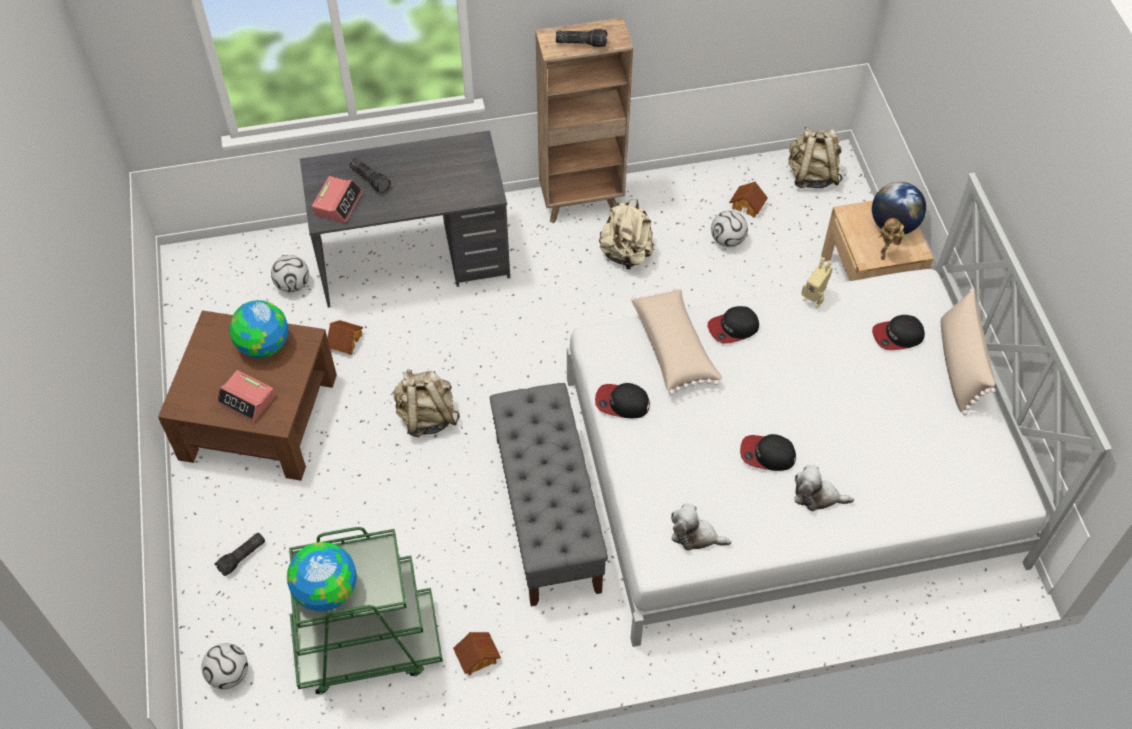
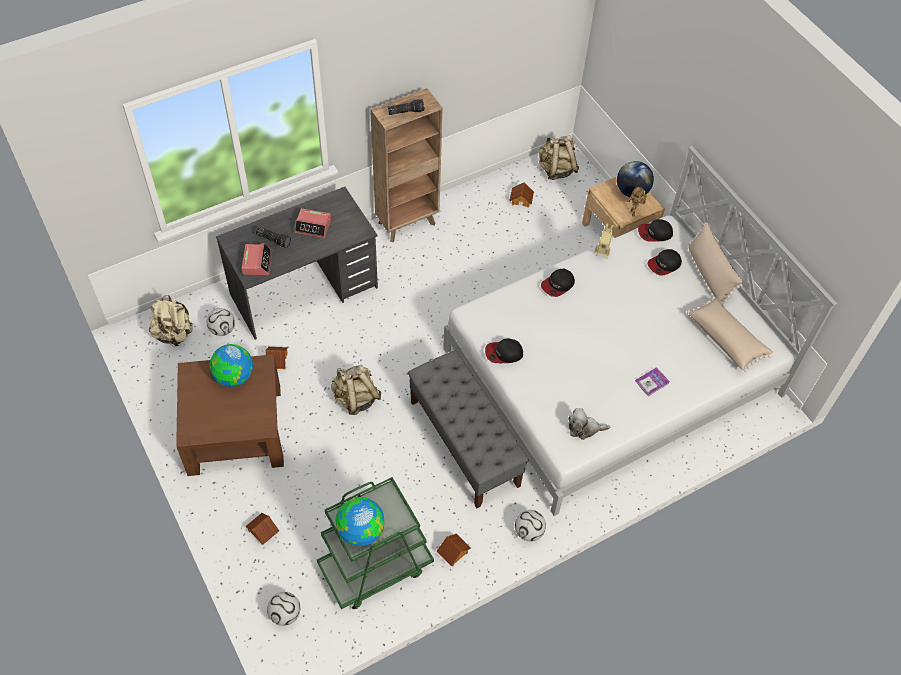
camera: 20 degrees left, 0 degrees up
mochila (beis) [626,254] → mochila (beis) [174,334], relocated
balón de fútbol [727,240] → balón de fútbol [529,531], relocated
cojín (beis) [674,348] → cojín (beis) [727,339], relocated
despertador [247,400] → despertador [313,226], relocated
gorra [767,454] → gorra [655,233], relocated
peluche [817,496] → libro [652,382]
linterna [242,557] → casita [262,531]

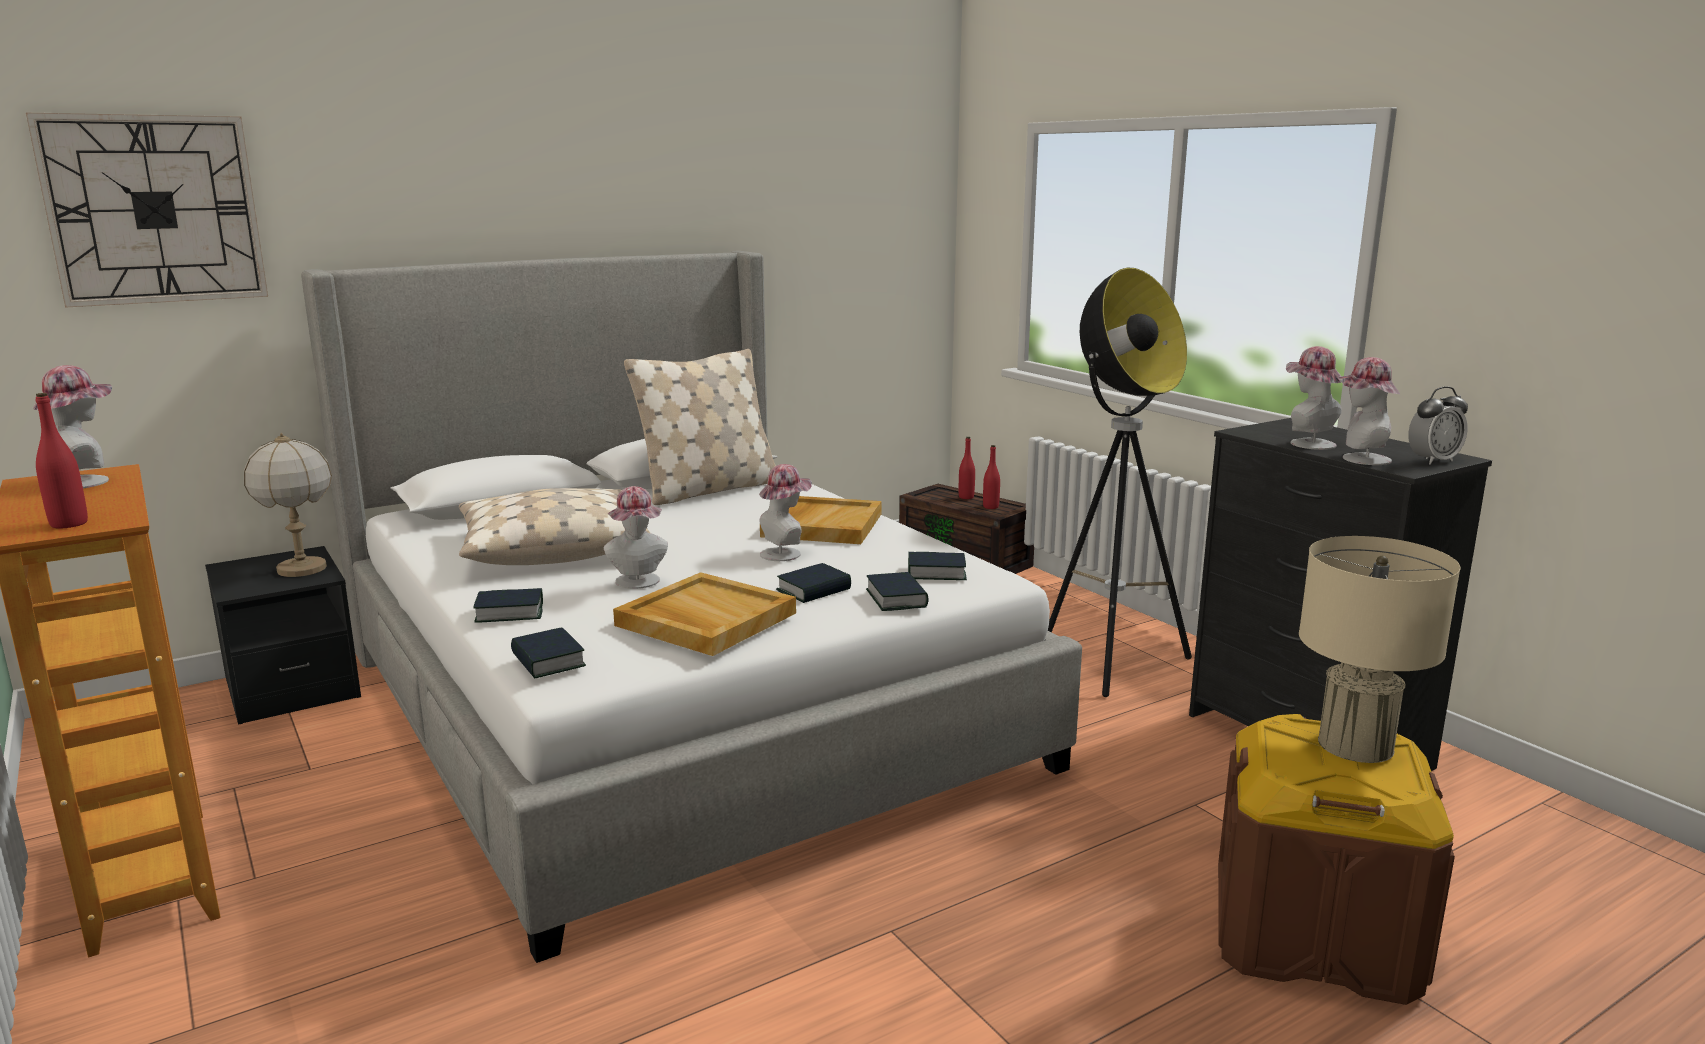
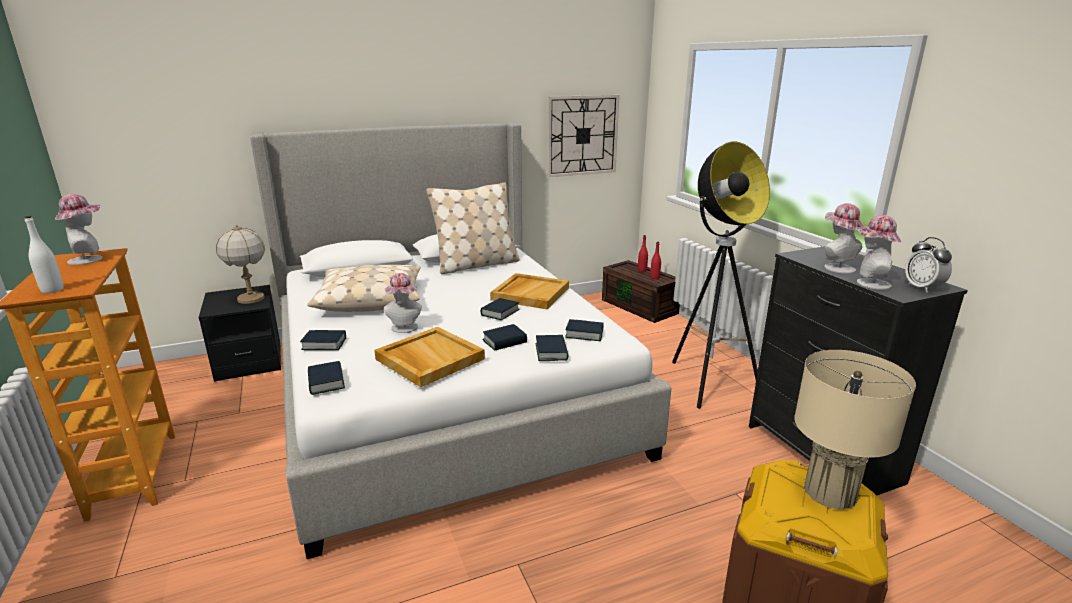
camera: 10 degrees right, 5 degrees up
reloj de pared [154,210] → reloj de pared [582,135], relocated
despertador [1433,461] → despertador [922,288], 90 degrees clockwise
botella (rojo) [69,524] → botella (blanco) [52,290]
sombrero [785,553] → libro [500,312]

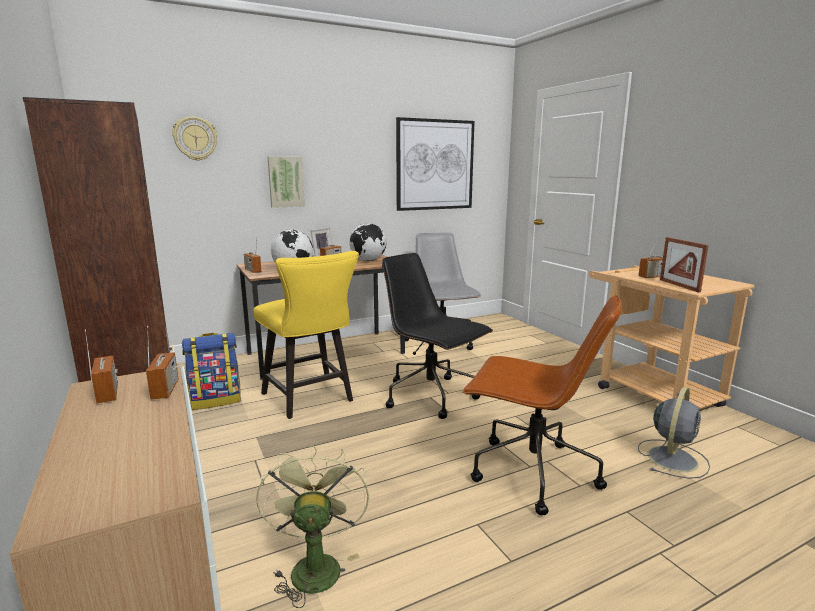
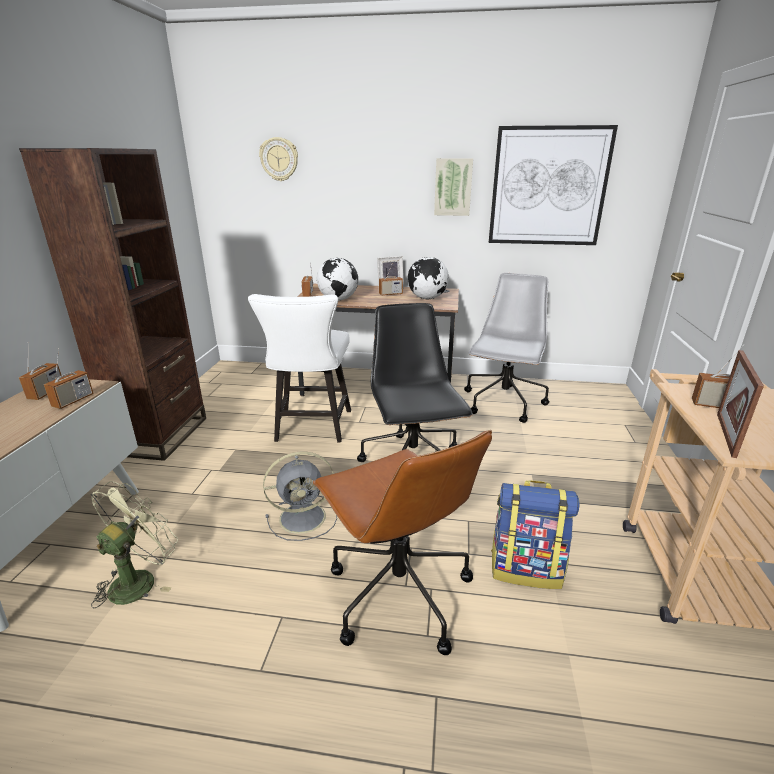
camera: 35 degrees right, 10 degrees up
cuadro [285,181] → cuadro [453,187], relocated
silla (amarillo) [311,399] → silla (blanco) [311,428]
mochila [216,400] → mochila [526,569], relocated
ventilador (gris) [672,458] → ventilador (gris) [304,517], relocated

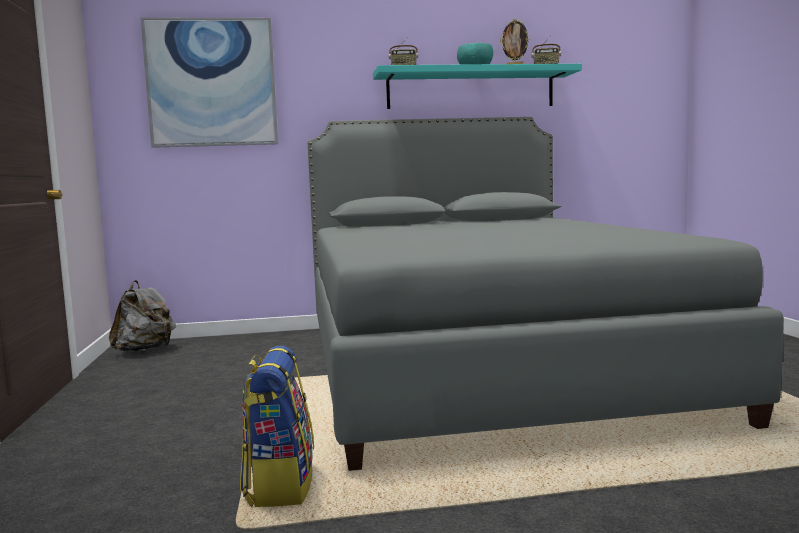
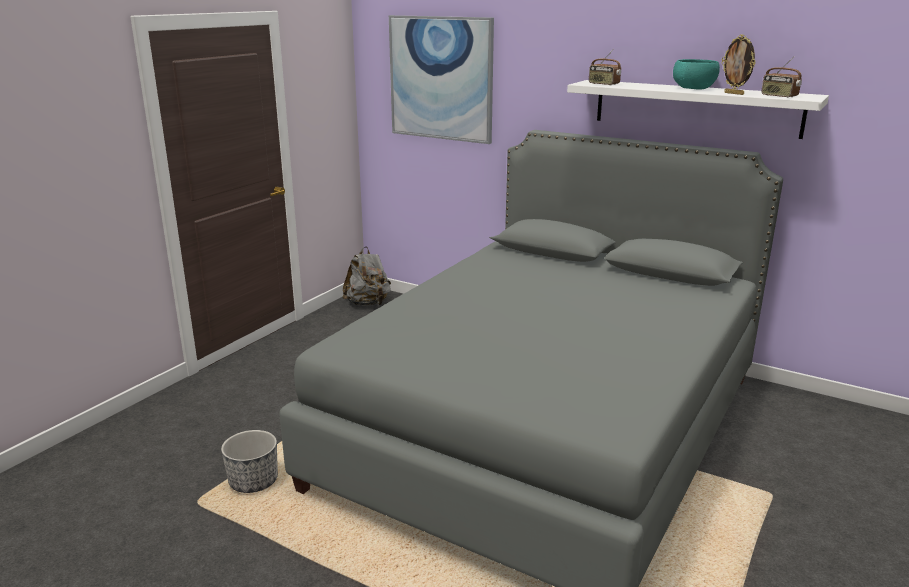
camera: 40 degrees right, 15 degrees up
estante (turquesa) [470,89] → estante (blanco) [695,108]
mochila [279,486] → maceta [253,481]

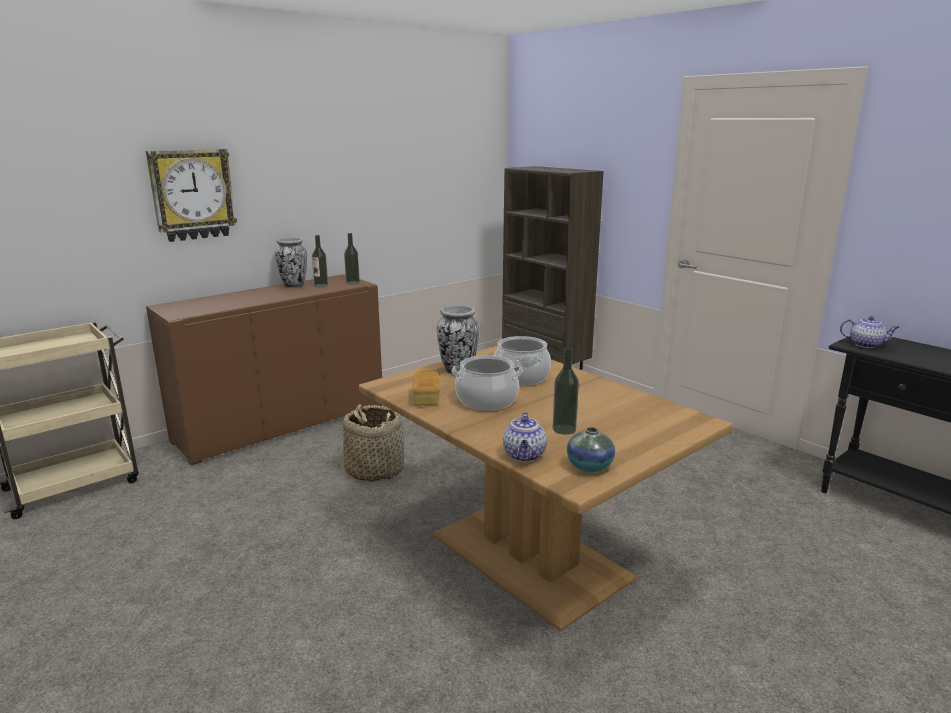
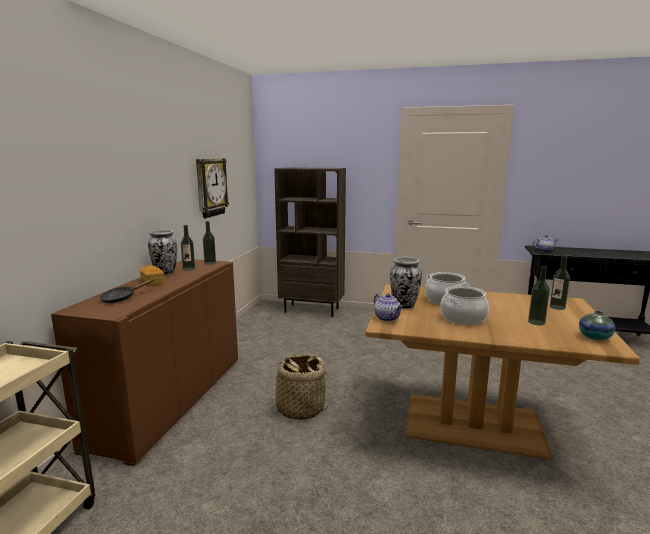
camera: 35 degrees left, 5 degrees down
reloj de pared [192,194] → reloj de pared [210,187], relocated
pan [426,398] → pan [152,282], relocated
tetera [525,455] → tetera [387,318], relocated
- → botella [557,307]
- → sartén (negro) [122,298]

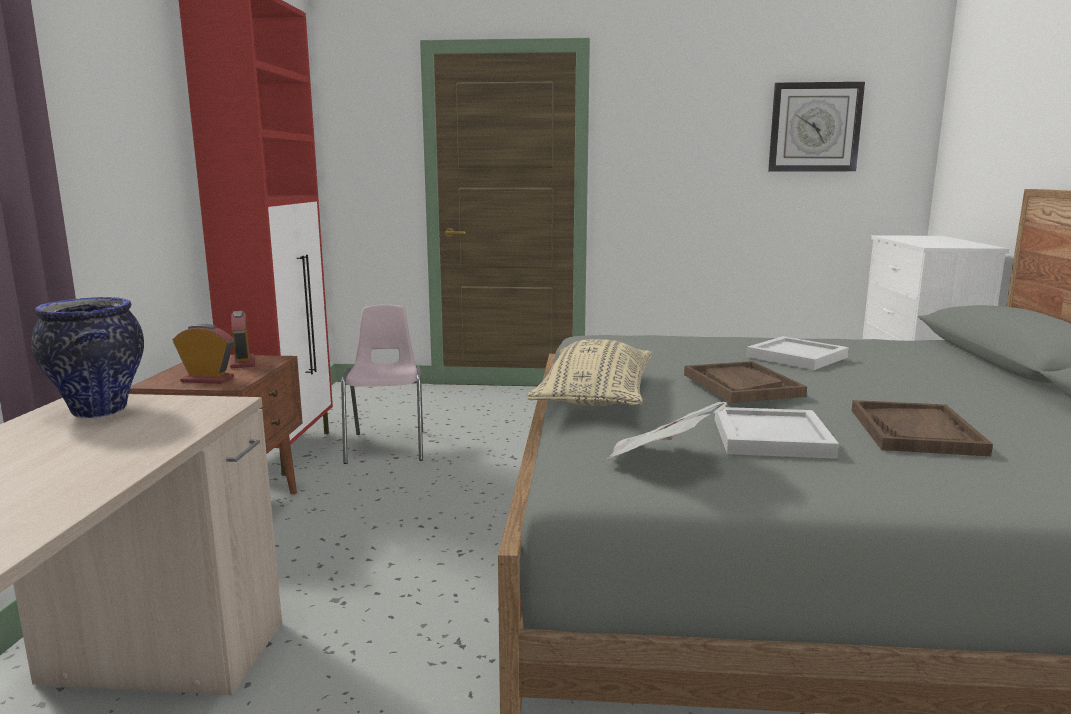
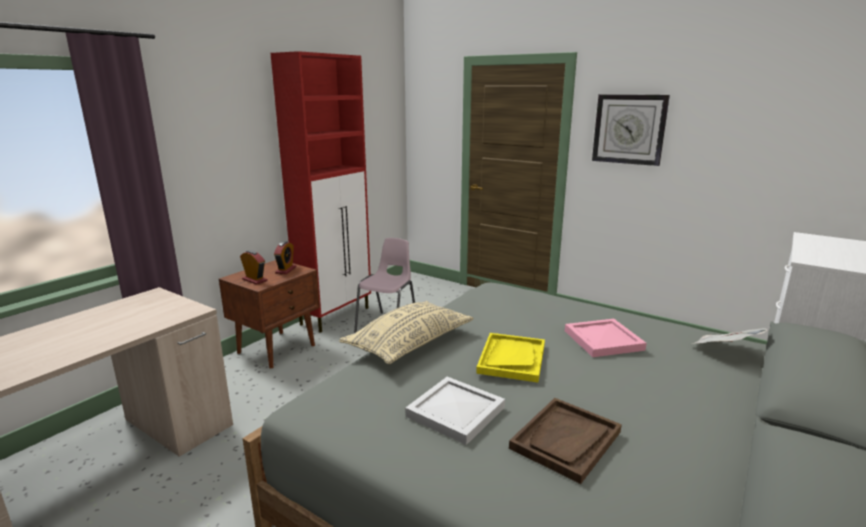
camera: 30 degrees right, 5 degrees up
reloj de pared [814,127] → reloj de pared [629,129], relocated
florero [100,411] → -
bandeja (blanco) [798,357] → bandeja (rosa) [604,340]
bandeja (marrón) [741,385] → bandeja (amarillo) [511,358]
periódico [661,460] → periódico [724,351], relocated

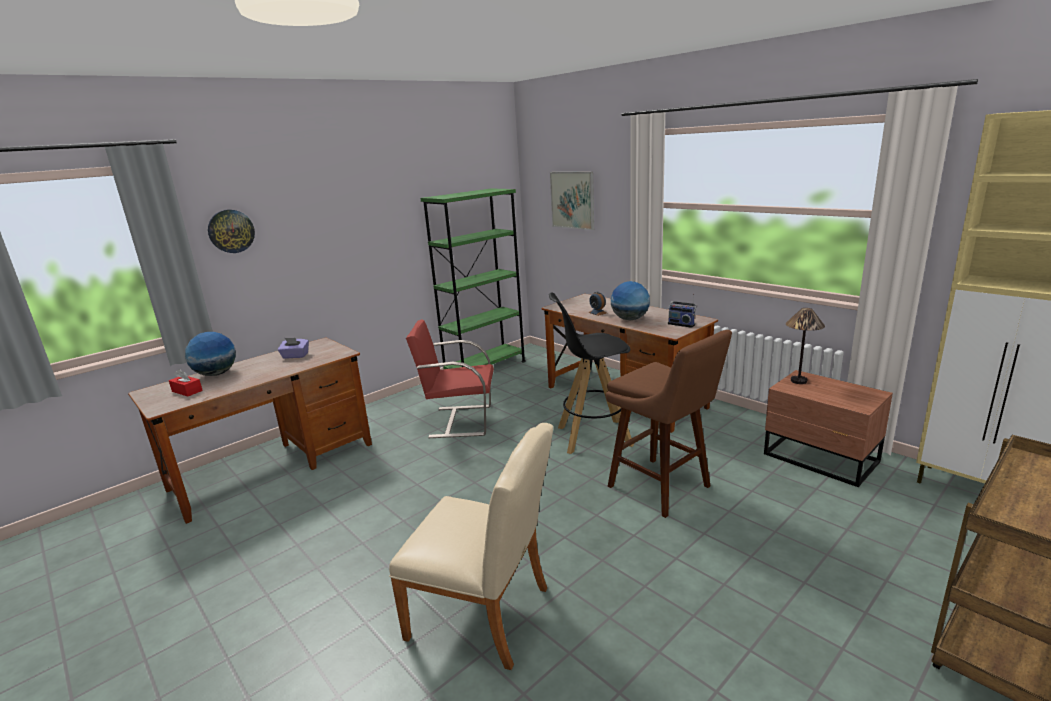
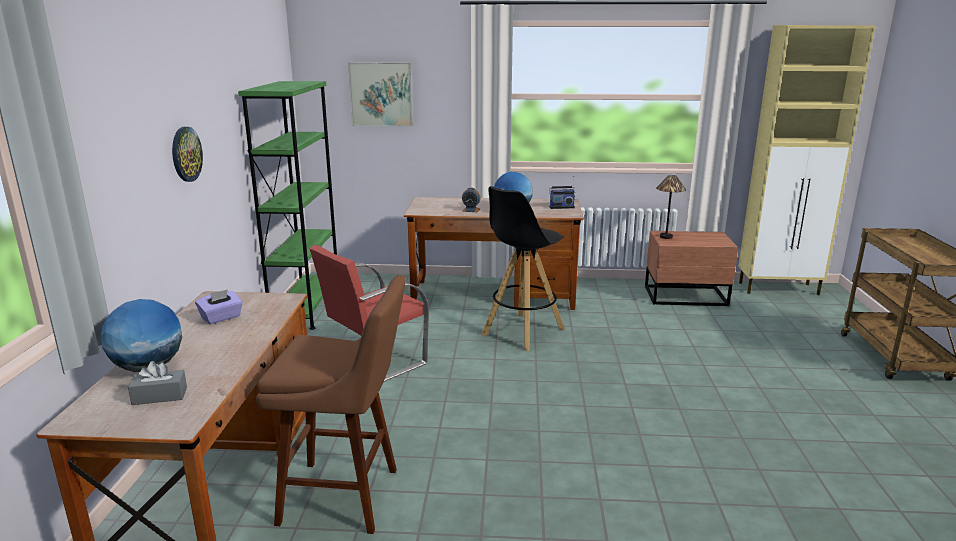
camera: 45 degrees left, 0 degrees up
reloj de pared [231,231] → reloj de pared [186,154], relocated
taburete (marrón) [664,489] → taburete (marrón) [347,497], relocated
caja de pañuelos (rojo) [187,391] → caja de pañuelos (gris) [160,396]
silla (beis) [487,615] → -

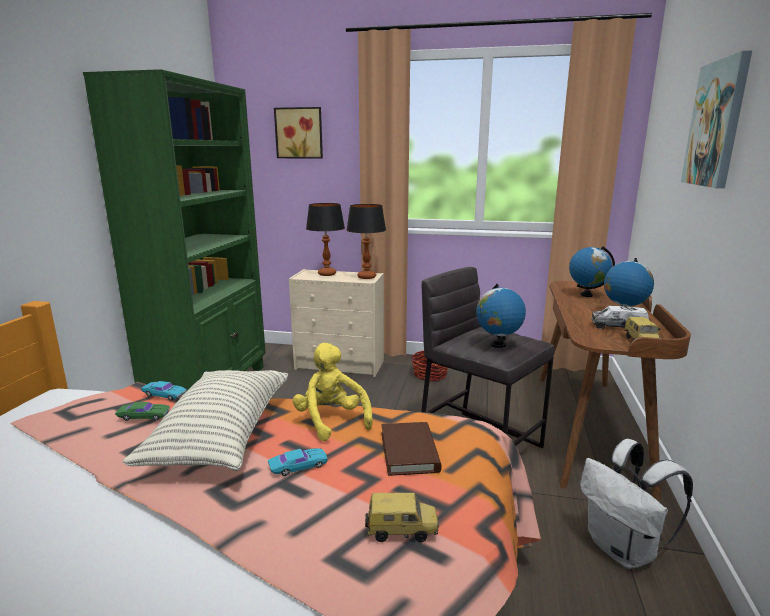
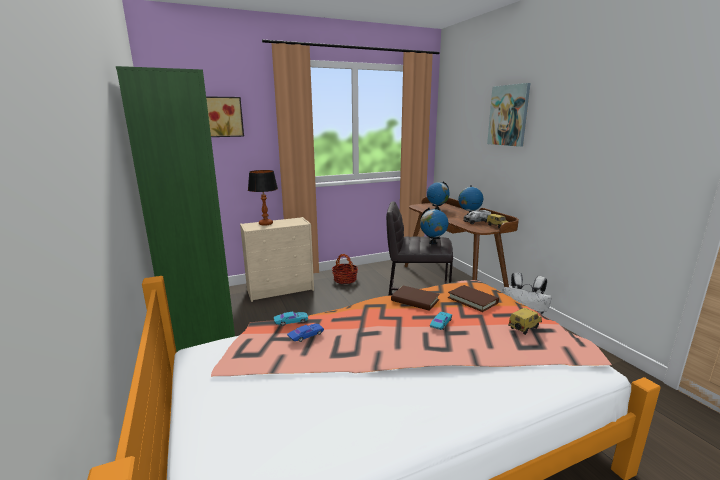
camera: 35 degrees left, 0 degrees up
lámpara de mesa [366,277] → -
peluche (amarillo) [331,420] → libro (marrón) [415,300]
cojín [221,436] → -
coche de juguete (verde) [143,415] → coche de juguete (azul) [306,335]

